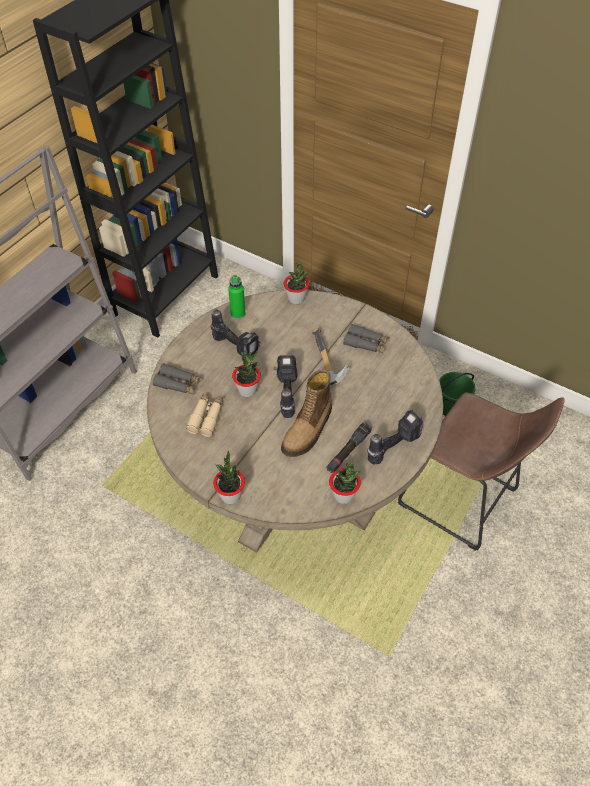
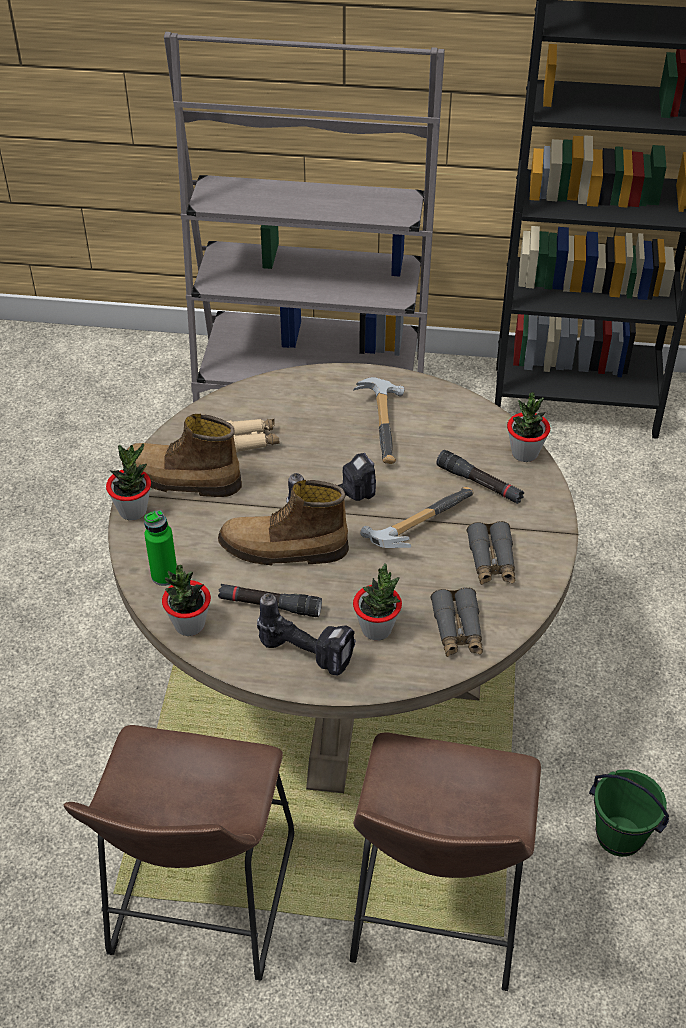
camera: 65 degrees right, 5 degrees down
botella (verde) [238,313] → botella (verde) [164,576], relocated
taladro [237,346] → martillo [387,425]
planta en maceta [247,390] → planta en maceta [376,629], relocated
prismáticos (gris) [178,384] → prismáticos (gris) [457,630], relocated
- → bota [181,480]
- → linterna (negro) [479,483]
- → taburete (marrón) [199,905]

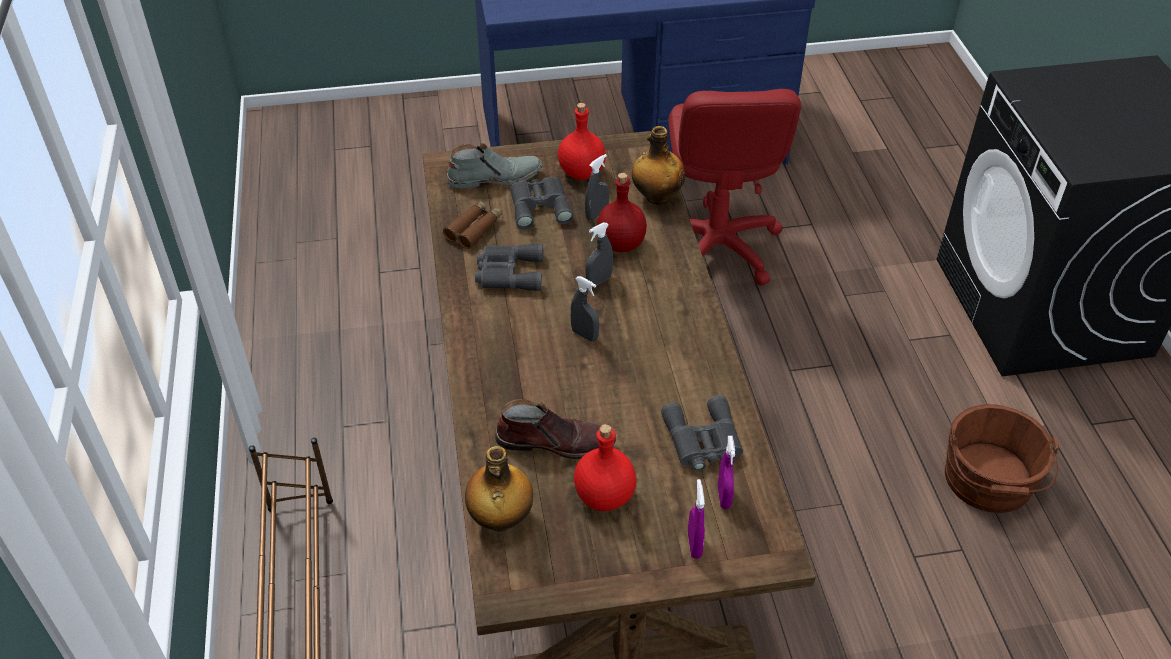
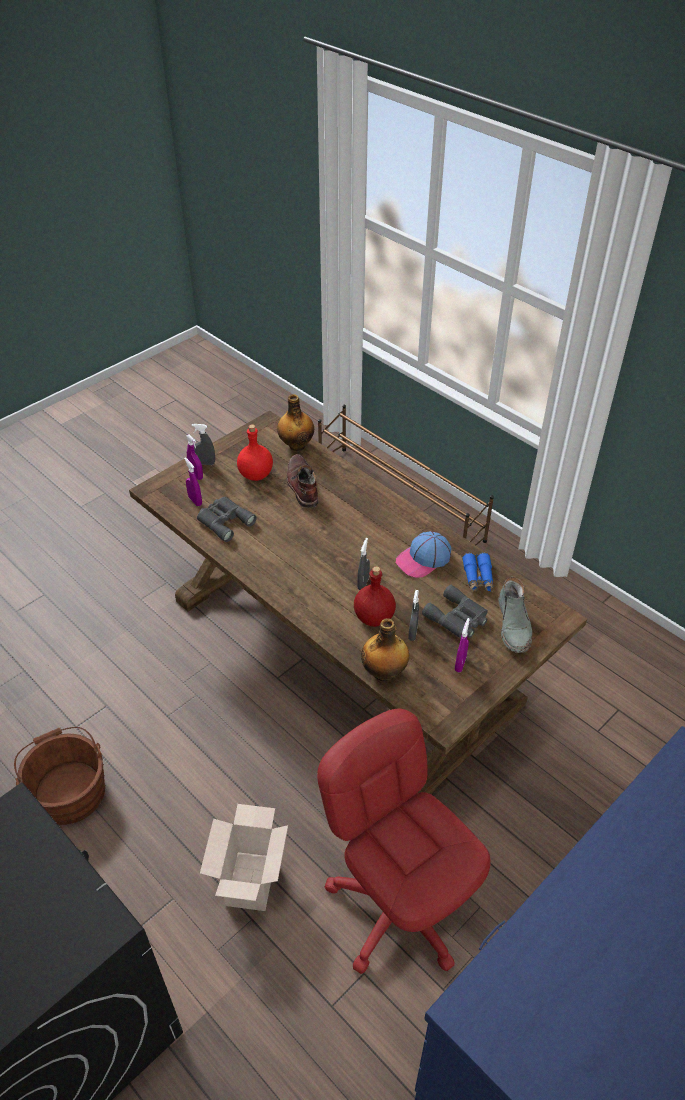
camera: 145 degrees right, 0 degrees up
botella (rojo) [581,173] → pulverizador (morado) [460,664]
bota (gris) [494,177] → bota (gris) [514,625], 45 degrees counterclockwise
prismáticos (marrón) [474,229] → prismáticos (azul) [478,578]
prismáticos (gris) [508,273] → gorra [423,559]
pulverizador (gris) [584,335] → pulverizador (gris) [205,463], relocated
bota (marrón) [555,441] → bota (marrón) [302,486], 105 degrees clockwise
- → caja de cartón [249,879]

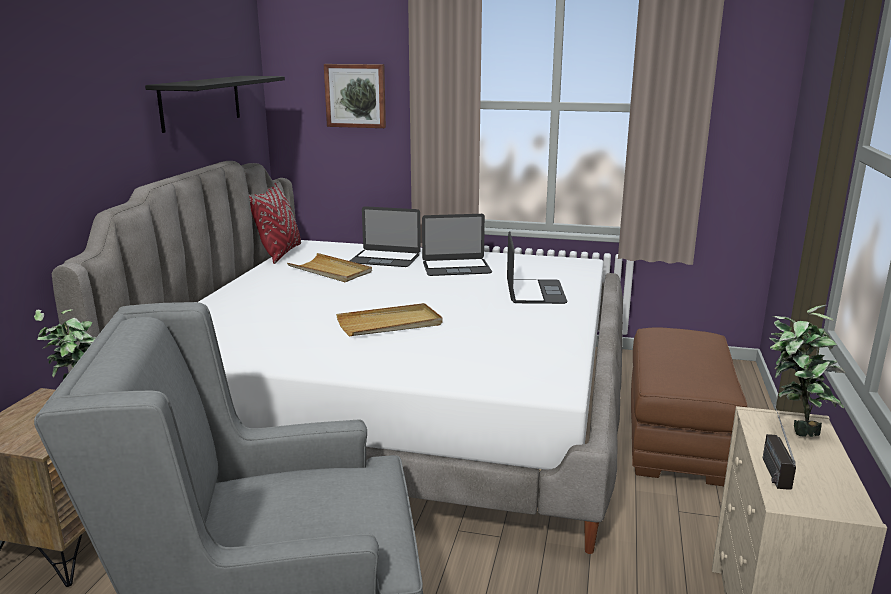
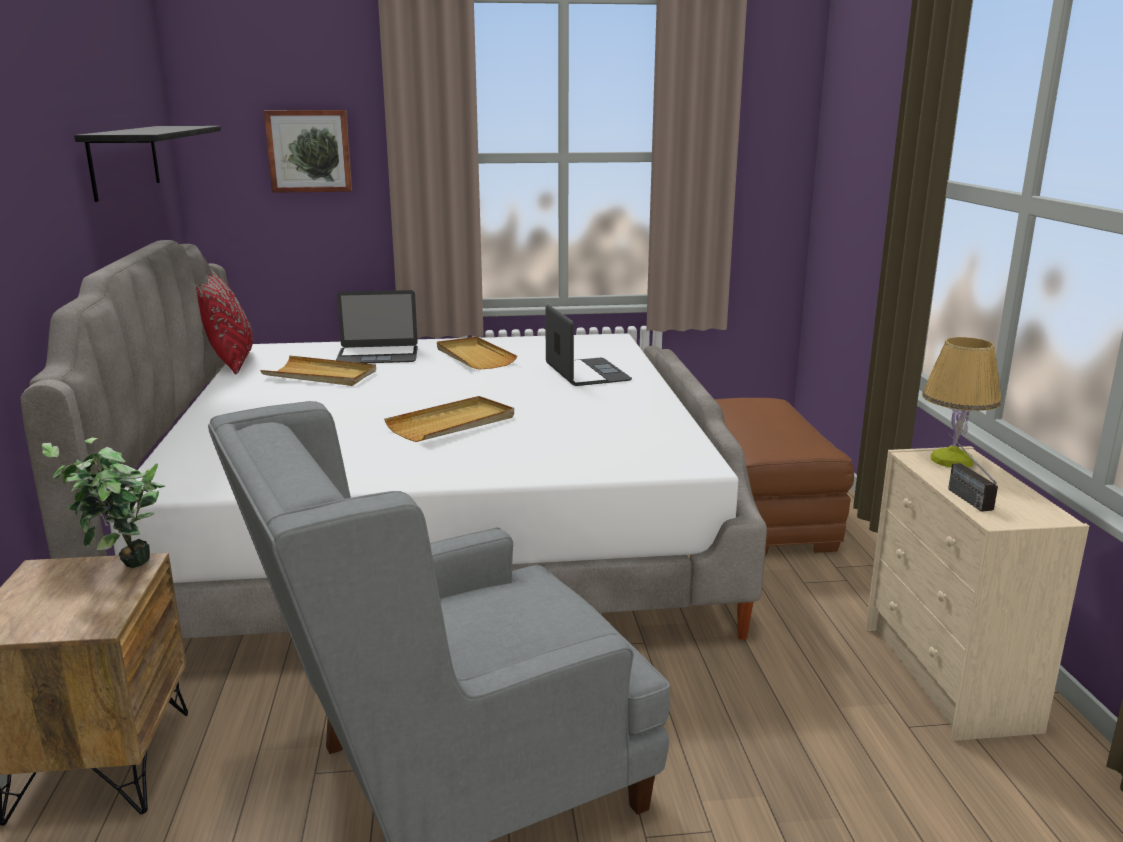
camera: 20 degrees left, 0 degrees up
portátil [456,267] → bandeja (beis) [474,356]
planta en maceta [793,427] → lámpara de mesa [951,460]

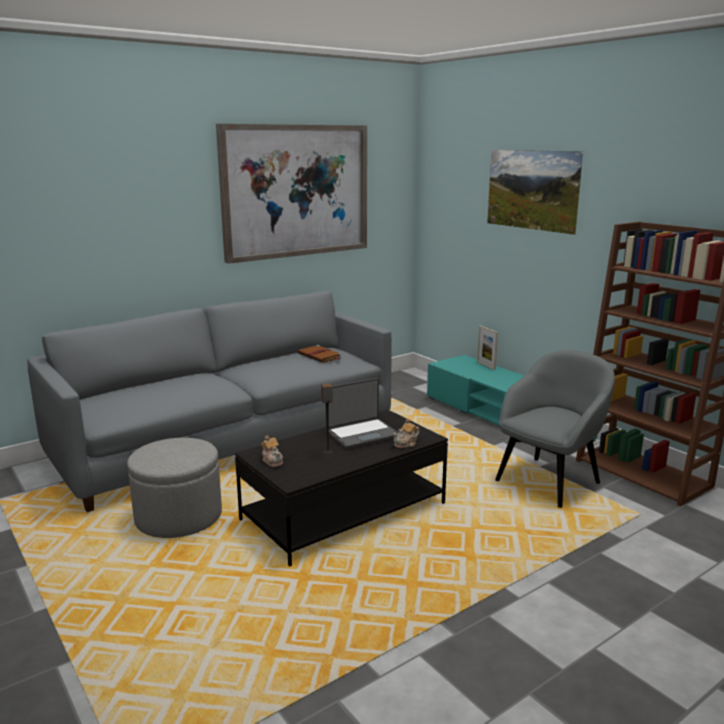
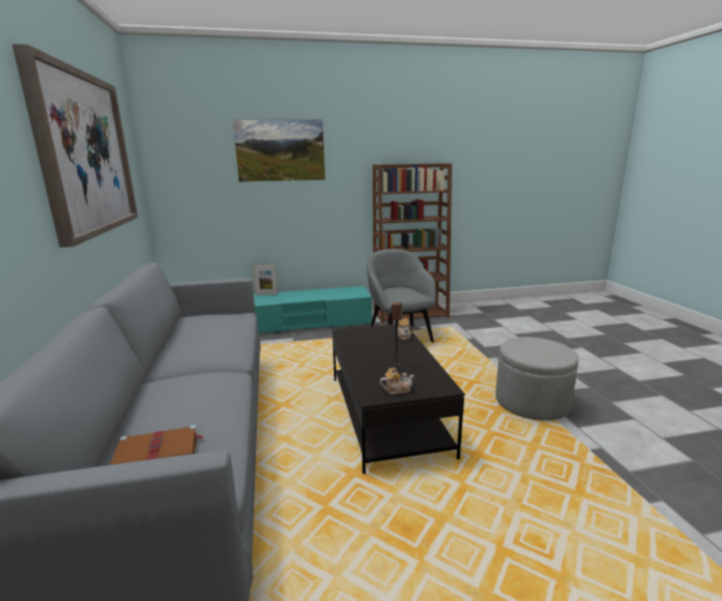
camera: 65 degrees left, 0 degrees up
libro (marrón) [320,356] → libro (marrón) [158,451], relocated
portátil [362,434] → -
puf (gris) [178,517] → puf (gris) [531,402], relocated

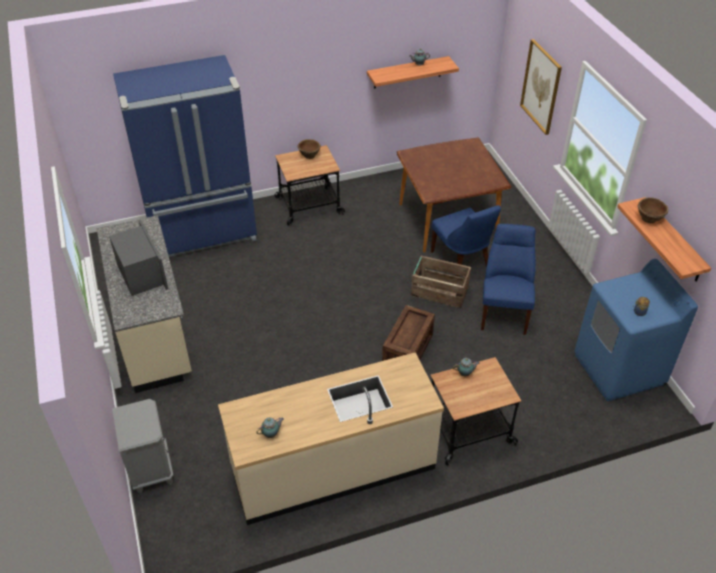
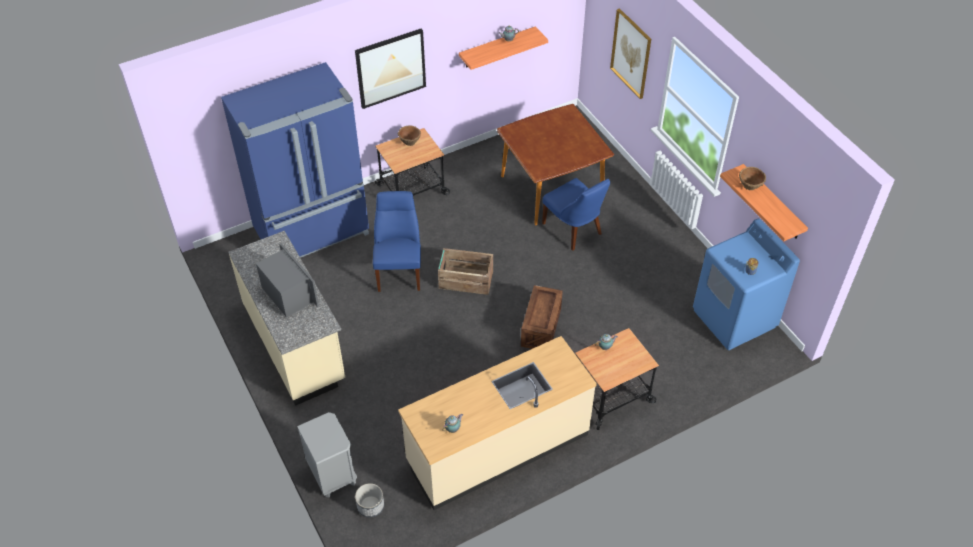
camera: 10 degrees left, 5 degrees up
silla (azul) [504,311] → silla (azul) [399,270], relocated
caja de embalaje [439,291] → caja de embalaje [465,280], relocated
- → cuadro [390,68]
- → maceta [370,506]

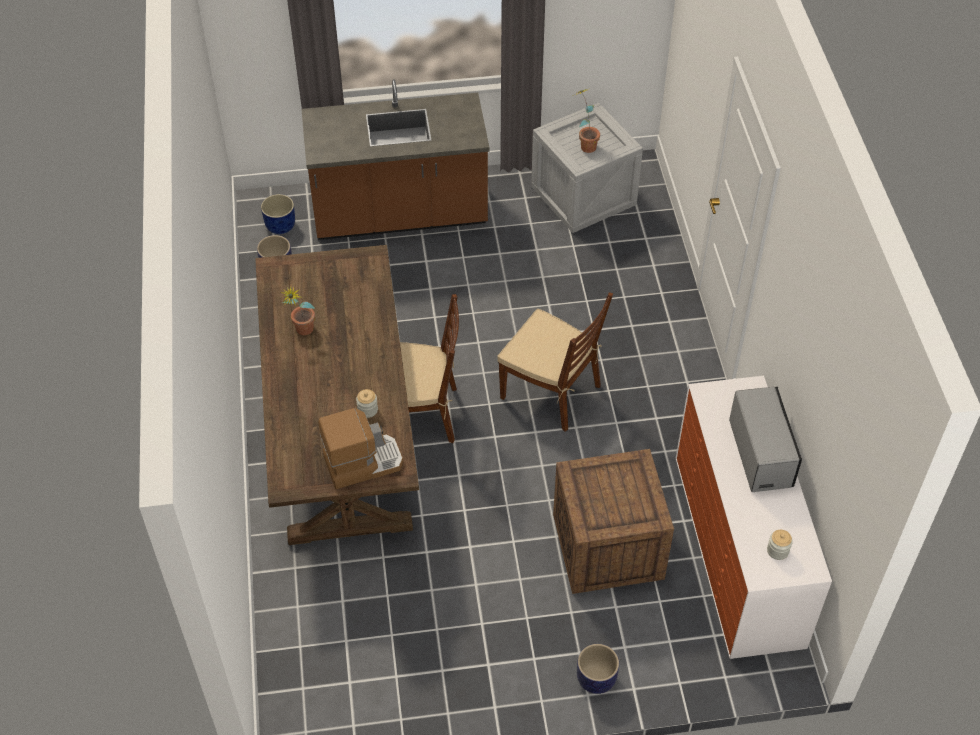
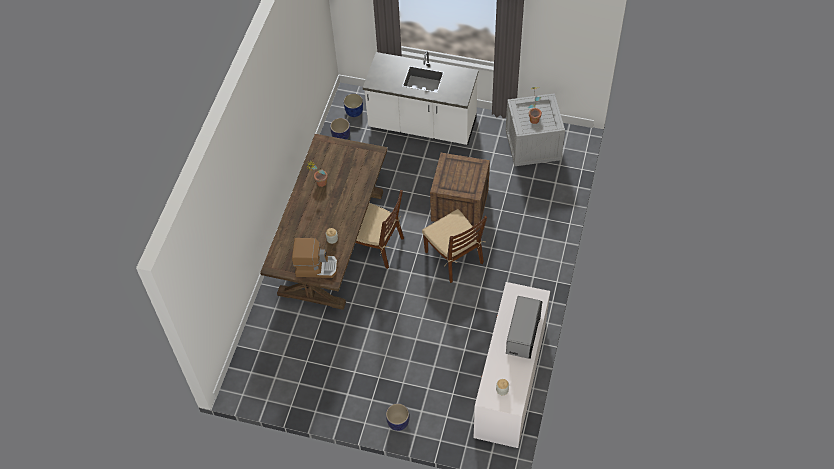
camera: 25 degrees right, 5 degrees up
mueble bajo de cocina (marrón) [400,215] → mueble bajo de cocina (blanco) [422,125]
caja de embalaje [606,545] → caja de embalaje [459,204], relocated

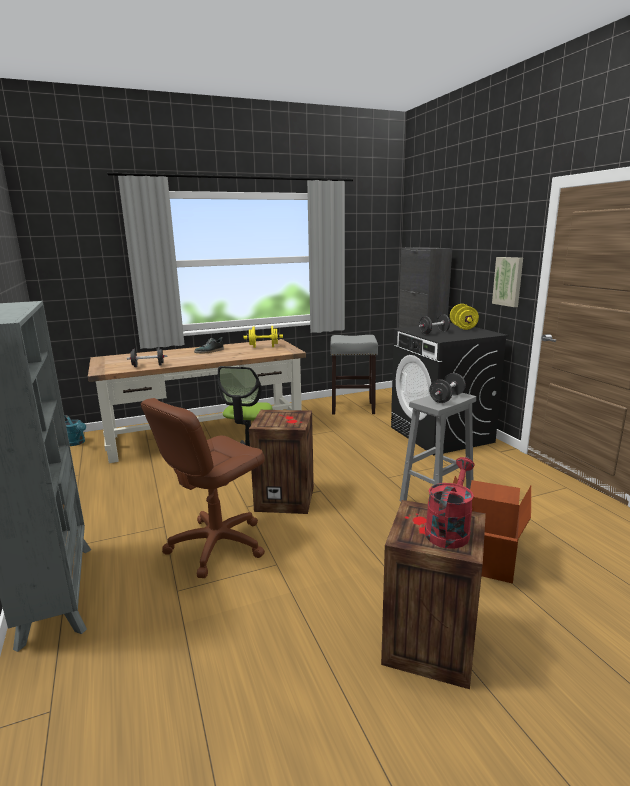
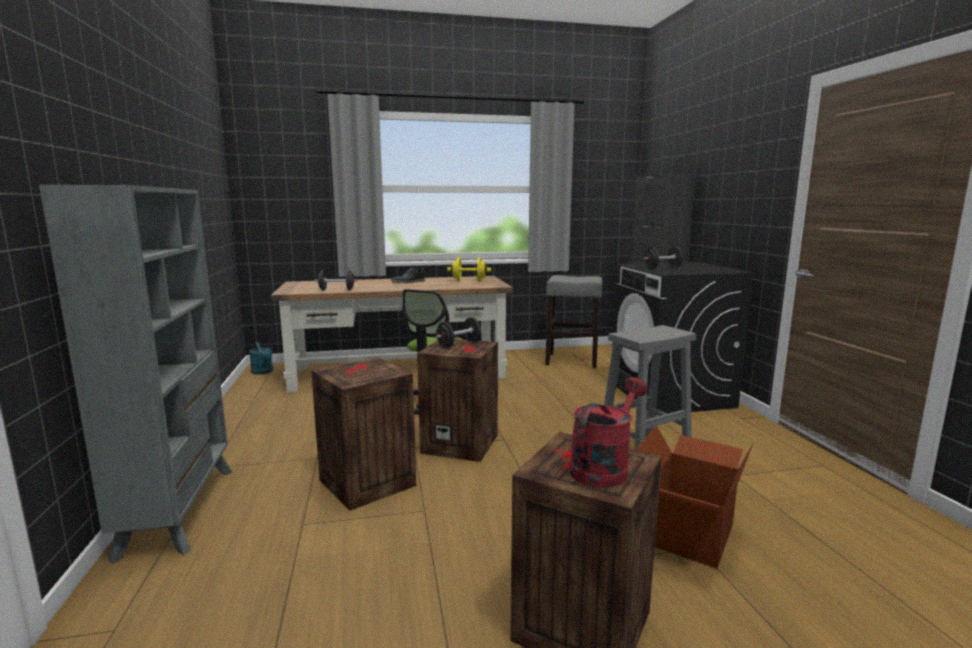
camera: 10 degrees right, 5 degrees down
cuadro [508,281] → -
mancuerna (amarillo) [463,327] → -
mancuerna (negro) [446,398] → mancuerna (negro) [459,344], relocated
silla de oficina (marrón) [216,545] → caja de embalaje [365,482]

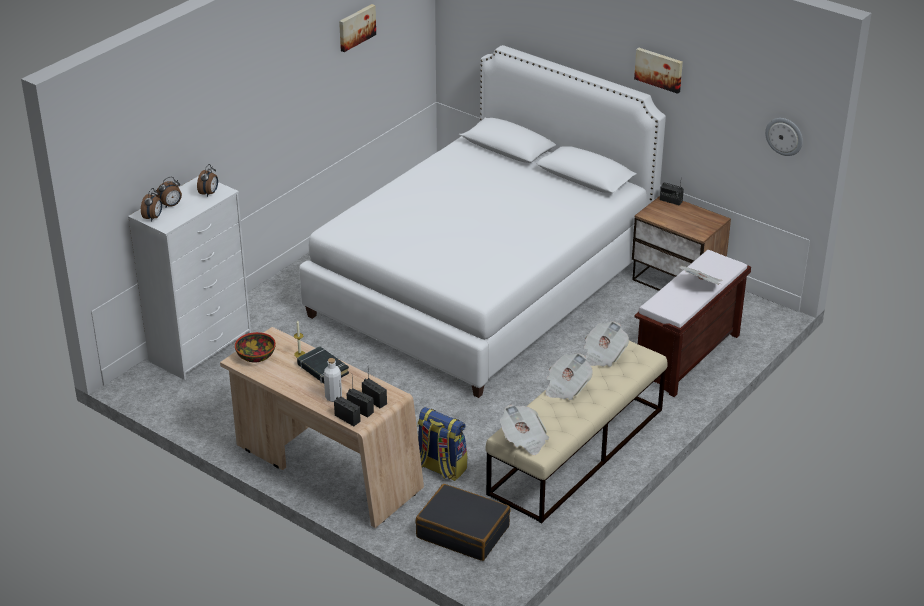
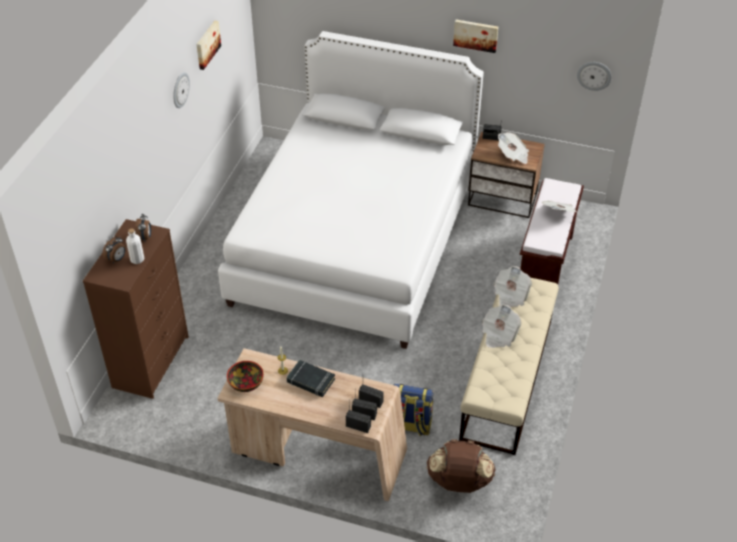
camera: 20 degrees left, 10 degrees up
cómoda (blanco) [201,347] → cómoda (marrón) [151,361]
despertador [153,218] → -
botella (blanco) [333,397] → botella (blanco) [137,259], relocated
periódico [524,440] → periódico [513,155], relocated
maleta (negro) [463,531] → mochila (marrón) [459,482]
- → reloj de pared [180,90]

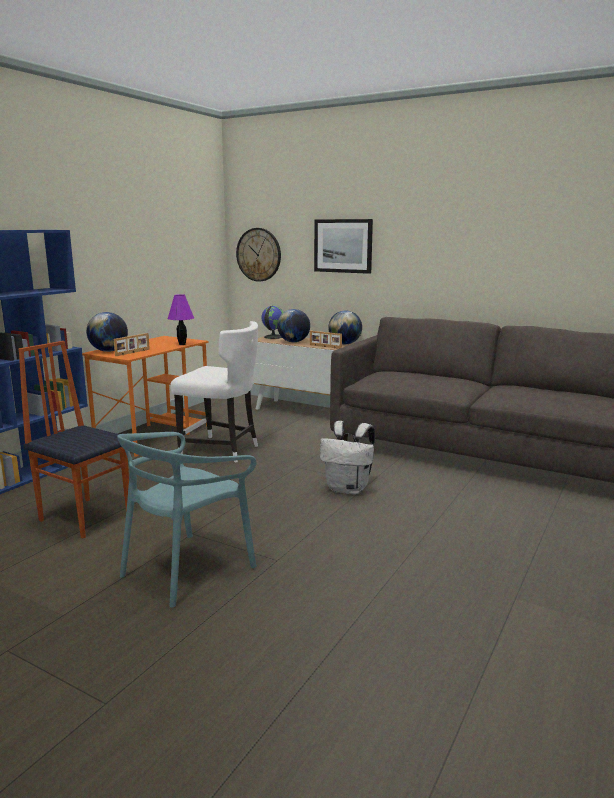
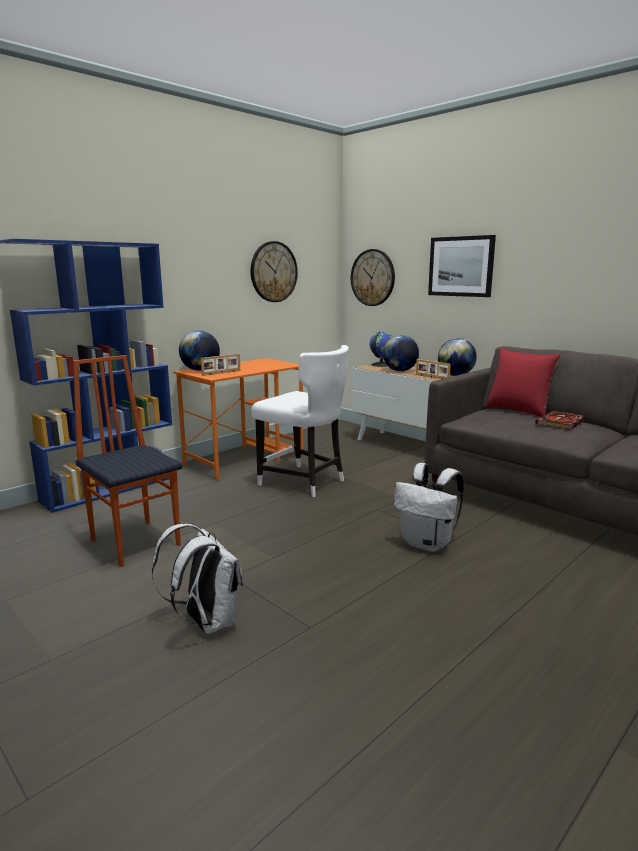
camera: 15 degrees right, 0 degrees up
lámpara de mesa (morado) [182,344] → -
silla (turquesa) [187,569] → mochila (blanco) [206,622]
- → reloj de pared [273,272]
- → cojín (rojo) [518,410]
- → libro [560,423]

